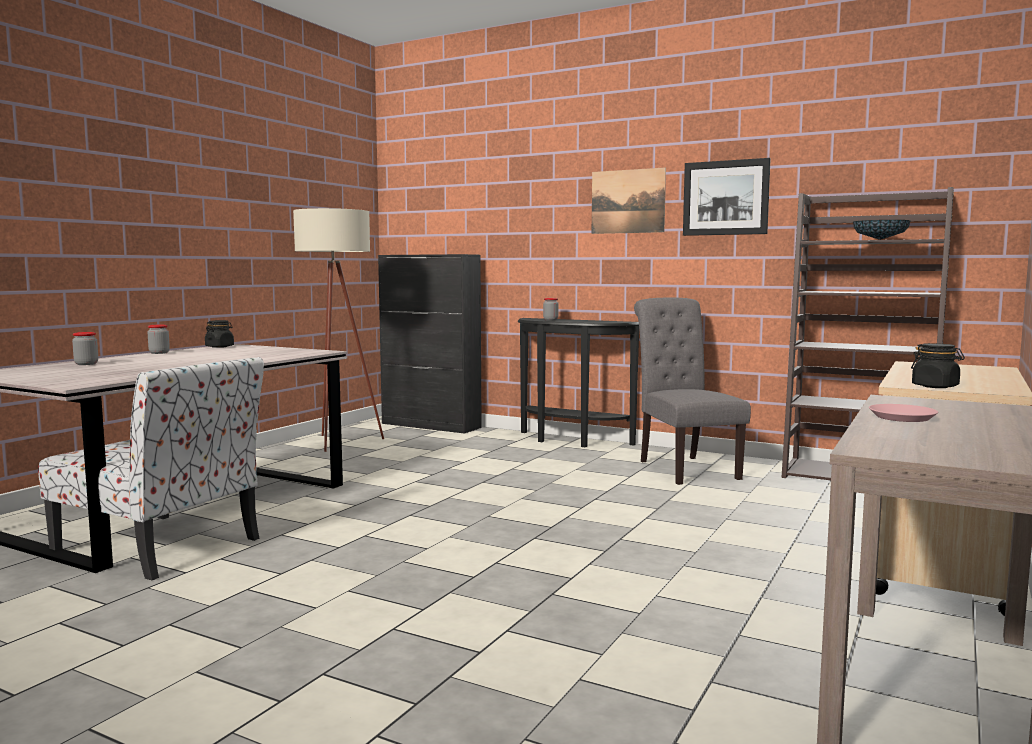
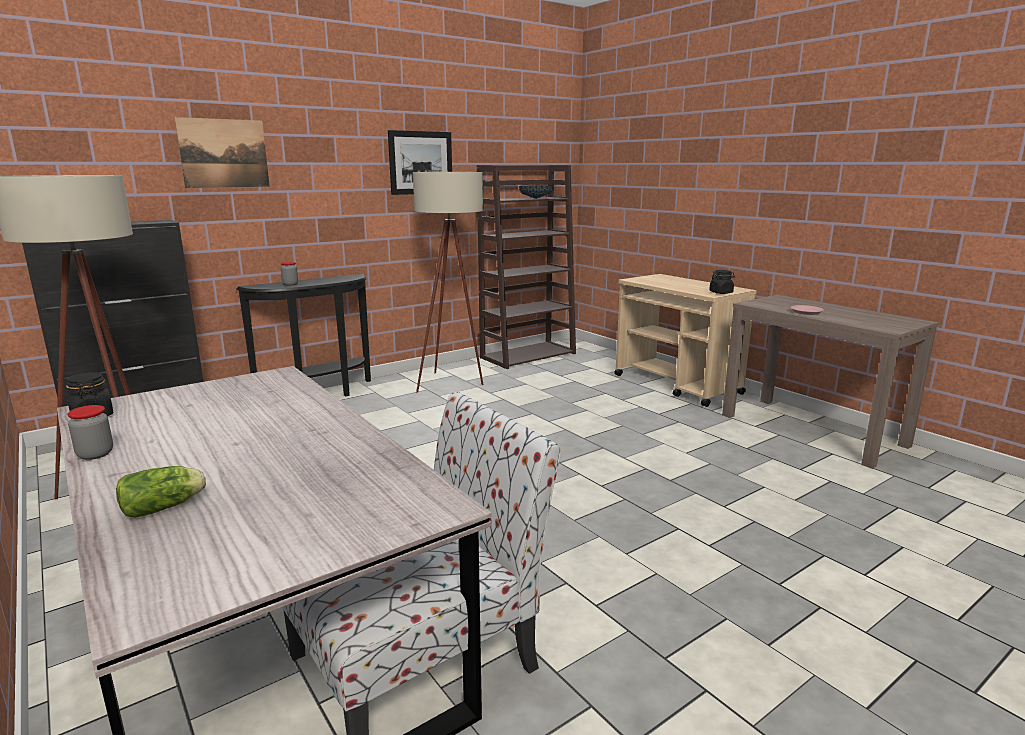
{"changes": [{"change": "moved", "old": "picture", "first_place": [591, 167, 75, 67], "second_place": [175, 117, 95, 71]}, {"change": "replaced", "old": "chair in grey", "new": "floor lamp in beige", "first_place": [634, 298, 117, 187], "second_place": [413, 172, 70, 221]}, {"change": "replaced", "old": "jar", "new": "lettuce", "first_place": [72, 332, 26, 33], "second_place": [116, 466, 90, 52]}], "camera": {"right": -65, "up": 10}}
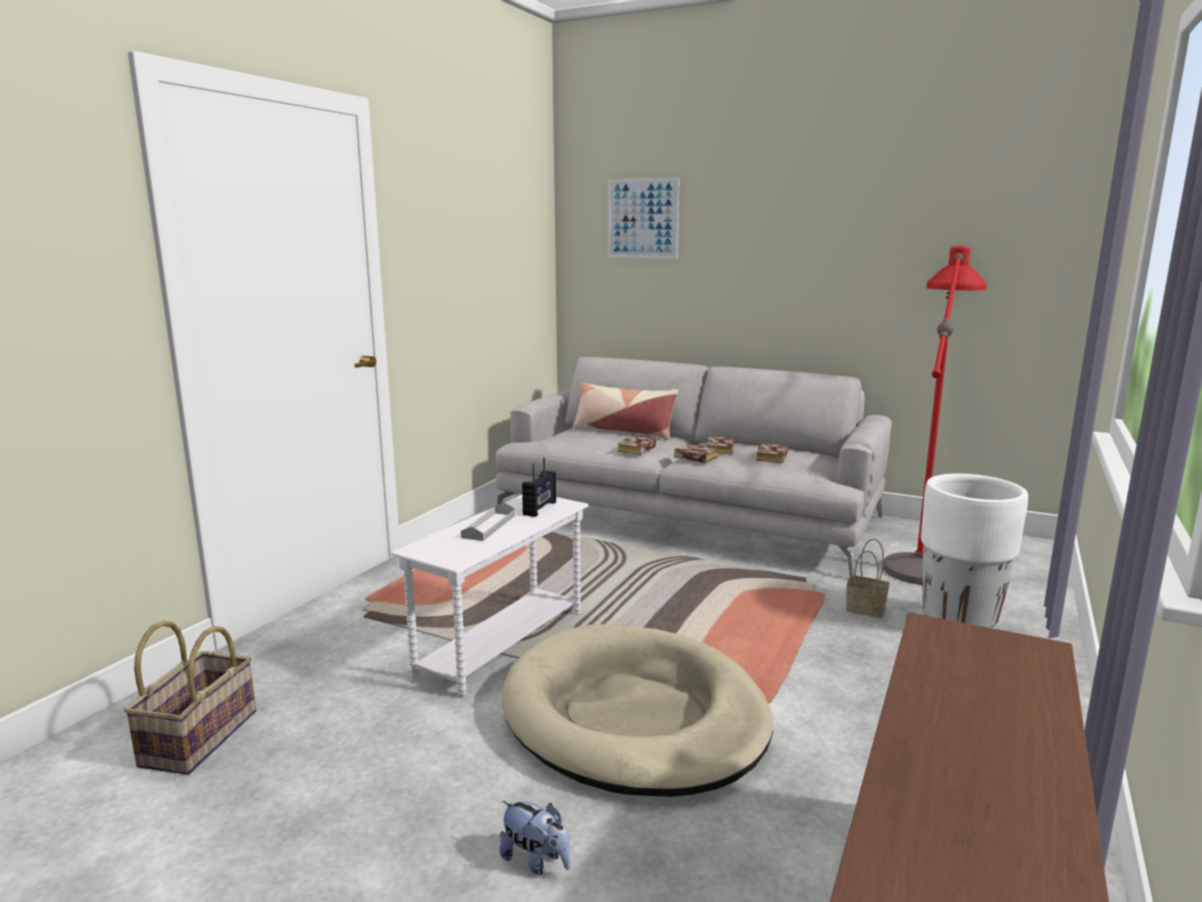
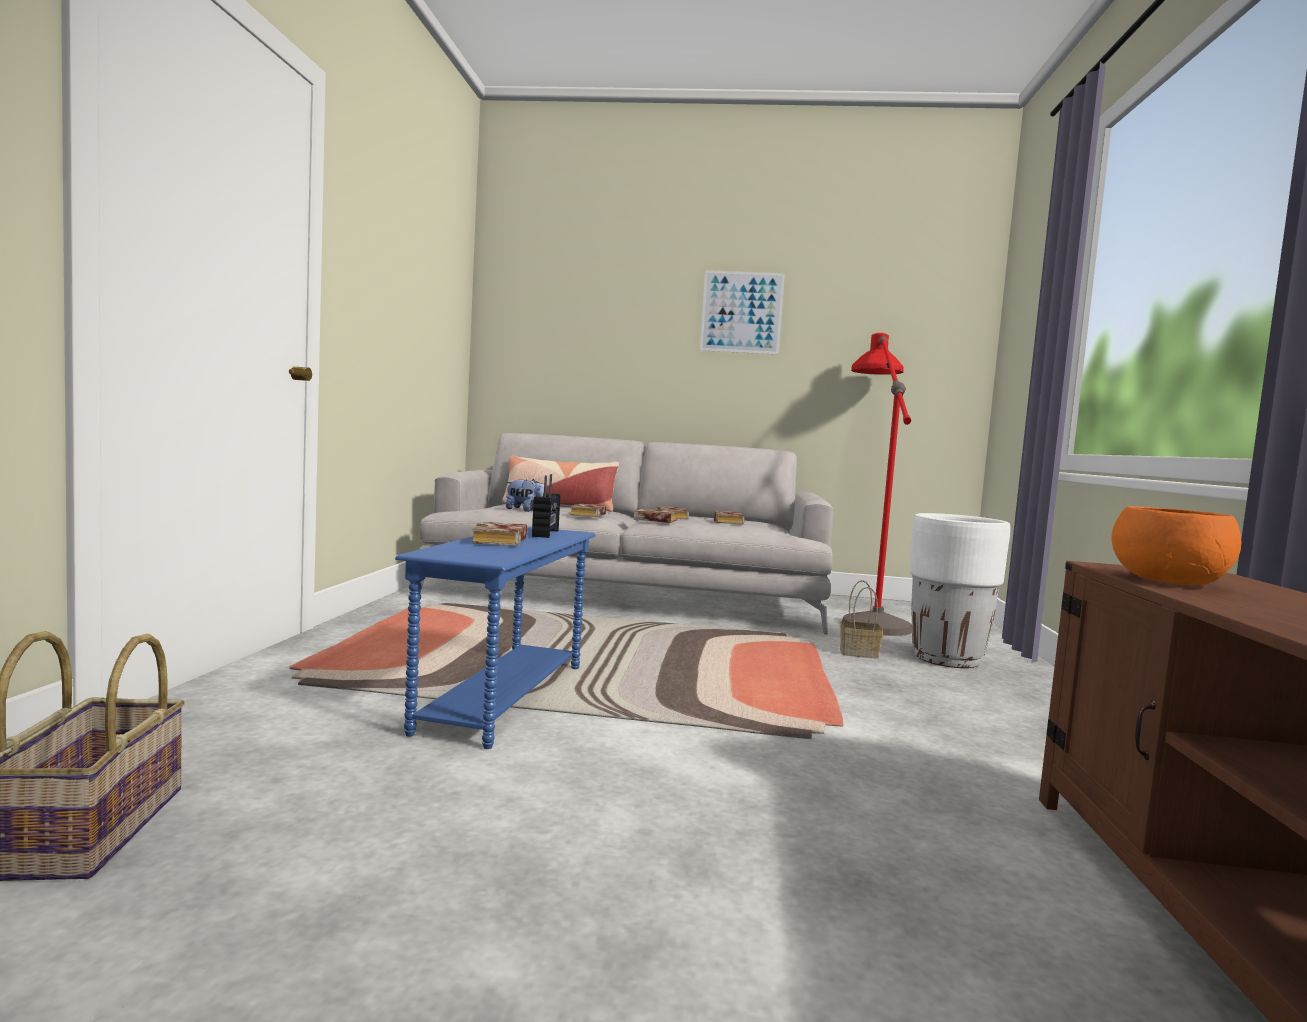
{"changes": [{"change": "moved", "old": "picture", "first_place": [608, 177, 72, 81], "second_place": [700, 270, 85, 84]}, {"change": "recoloured", "old": "side table in white", "new": "side table in blue", "first_place": [391, 495, 198, 202], "second_place": [395, 527, 201, 222]}, {"change": "replaced", "old": "tray in grey", "new": "book", "first_place": [461, 502, 54, 39], "second_place": [472, 522, 56, 24]}, {"change": "removed", "old": "dog bed in beige", "first_place": [502, 624, 271, 173]}, {"change": "moved", "old": "plush toy", "first_place": [499, 801, 72, 74], "second_place": [506, 479, 38, 33]}, {"change": "added", "new": "bowl in orange", "second_place": [1111, 506, 130, 79]}], "camera": {"right": -20, "up": -10}}
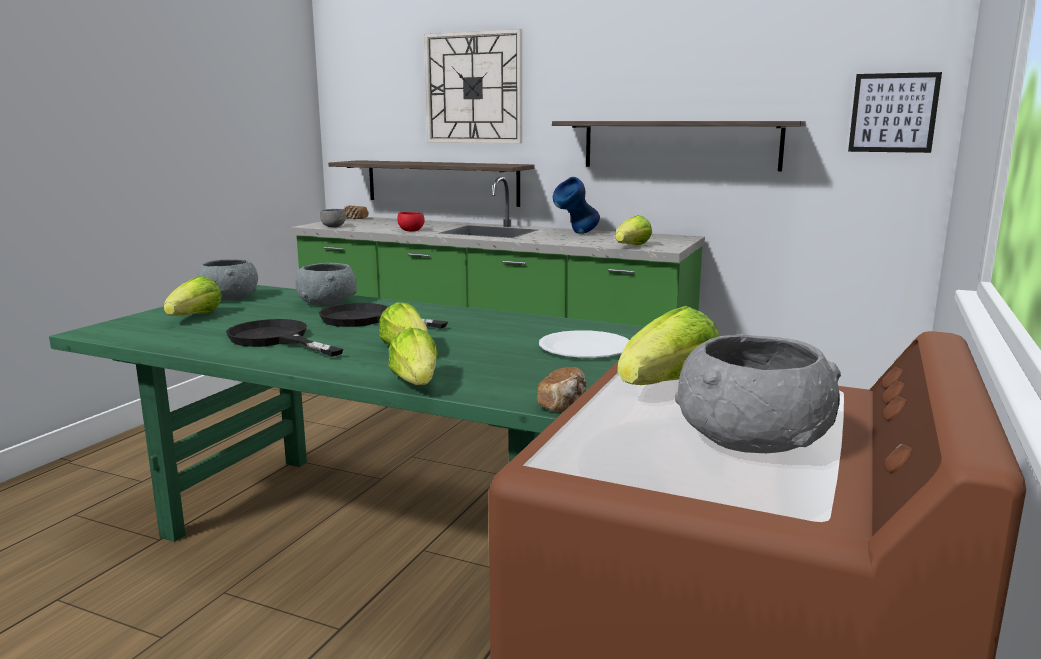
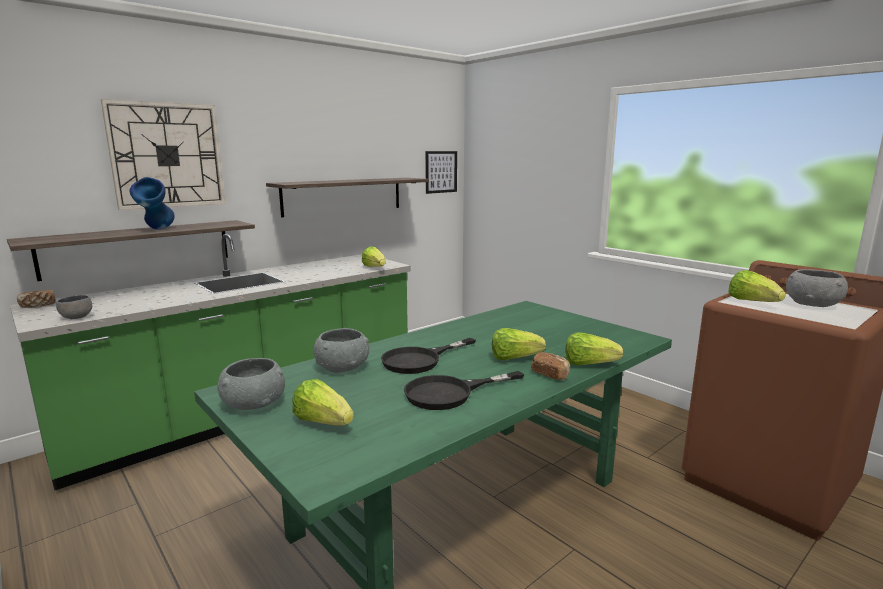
{"changes": [{"change": "moved", "old": "vase in blue", "first_place": [553, 177, 47, 57], "second_place": [129, 177, 46, 52]}, {"change": "removed", "old": "bowl in red", "first_place": [397, 212, 28, 20]}, {"change": "removed", "old": "plate in white", "first_place": [539, 330, 91, 28]}, {"change": "moved", "old": "bread", "first_place": [537, 367, 50, 45], "second_place": [531, 352, 39, 28]}], "camera": {"right": -65, "up": 0}}
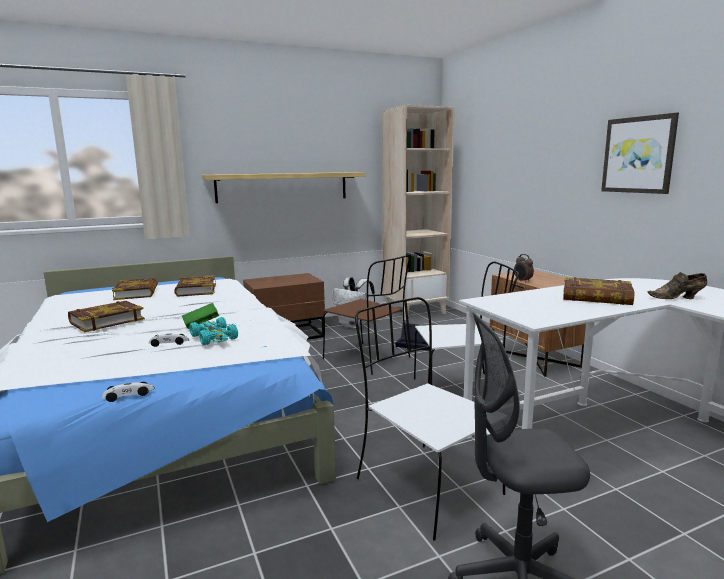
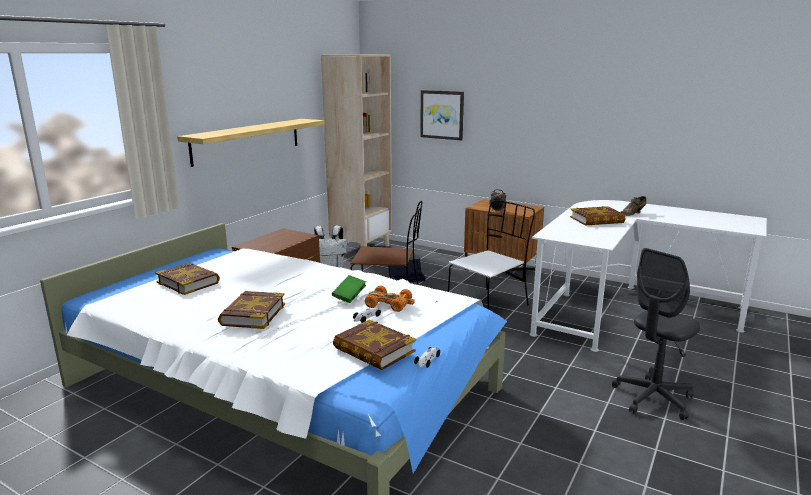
{"changes": [{"change": "moved", "old": "picture", "first_place": [601, 113, 78, 81], "second_place": [420, 90, 44, 50]}, {"change": "moved", "old": "book", "first_place": [174, 275, 42, 22], "second_place": [333, 320, 83, 50]}, {"change": "removed", "old": "chair in white", "first_place": [355, 297, 150, 244]}, {"change": "recoloured", "old": "toy car in turquoise", "new": "toy car in orange", "first_place": [189, 317, 49, 28], "second_place": [365, 286, 50, 26]}], "camera": {"right": -35, "up": 5}}
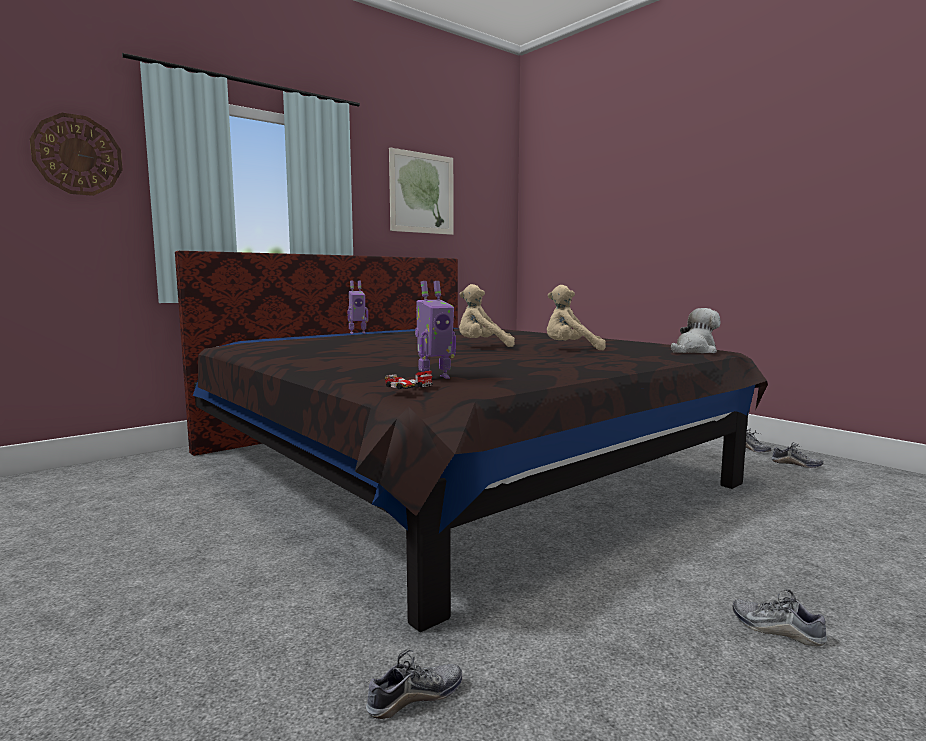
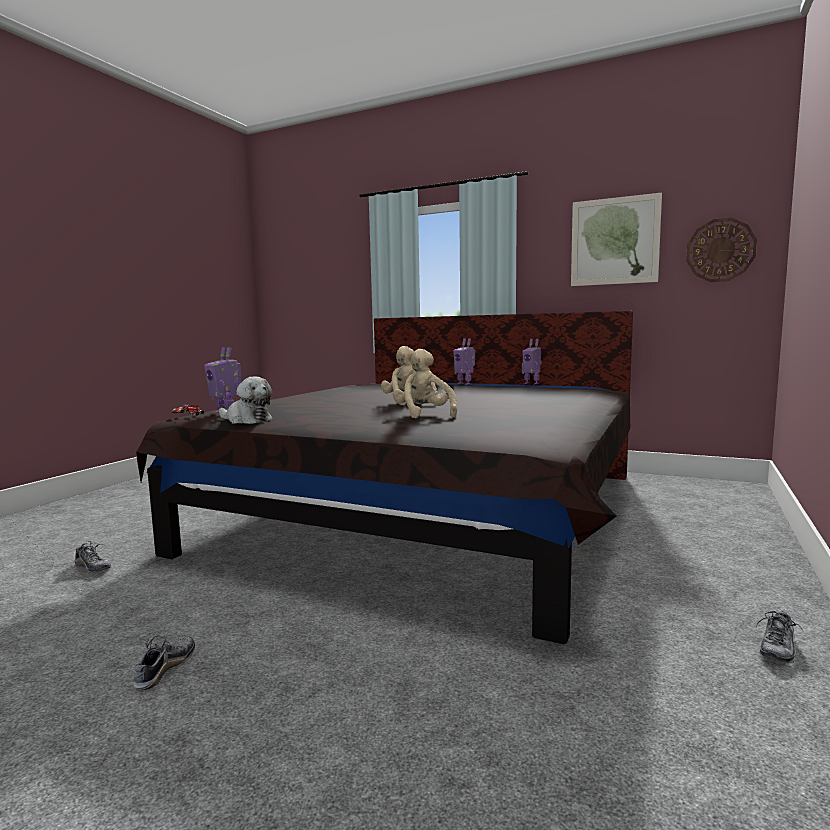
{"changes": [{"change": "moved", "old": "wall clock", "first_place": [30, 113, 93, 83], "second_place": [686, 218, 71, 64]}, {"change": "moved", "old": "plush toy", "first_place": [671, 308, 49, 45], "second_place": [219, 377, 54, 47]}, {"change": "removed", "old": "shoe", "first_place": [771, 442, 52, 26]}, {"change": "added", "new": "toy robot", "second_place": [522, 339, 20, 45]}], "camera": {"right": 65, "up": 0}}
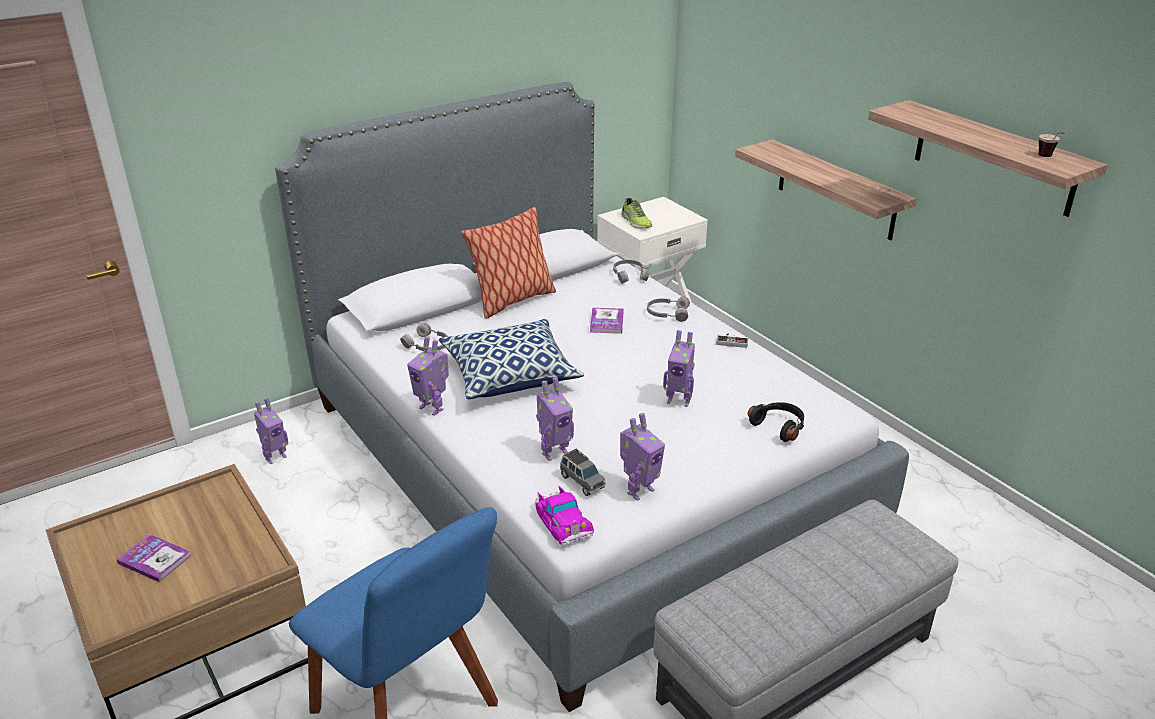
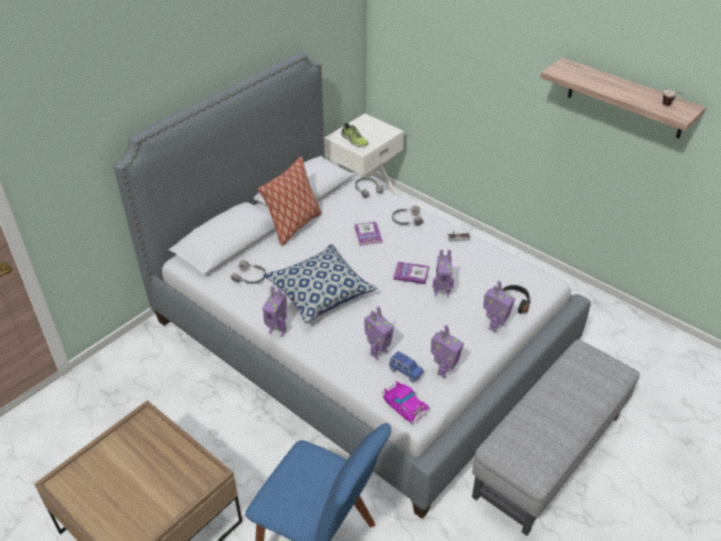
{"changes": [{"change": "removed", "old": "shelf", "first_place": [735, 139, 181, 101]}, {"change": "moved", "old": "toy robot", "first_place": [254, 398, 34, 66], "second_place": [483, 281, 32, 52]}, {"change": "recoloured", "old": "toy car in grey", "new": "toy car in blue", "first_place": [560, 449, 46, 47], "second_place": [389, 351, 34, 32]}, {"change": "moved", "old": "book", "first_place": [117, 534, 75, 48], "second_place": [393, 262, 36, 22]}], "camera": {"right": -15, "up": 10}}
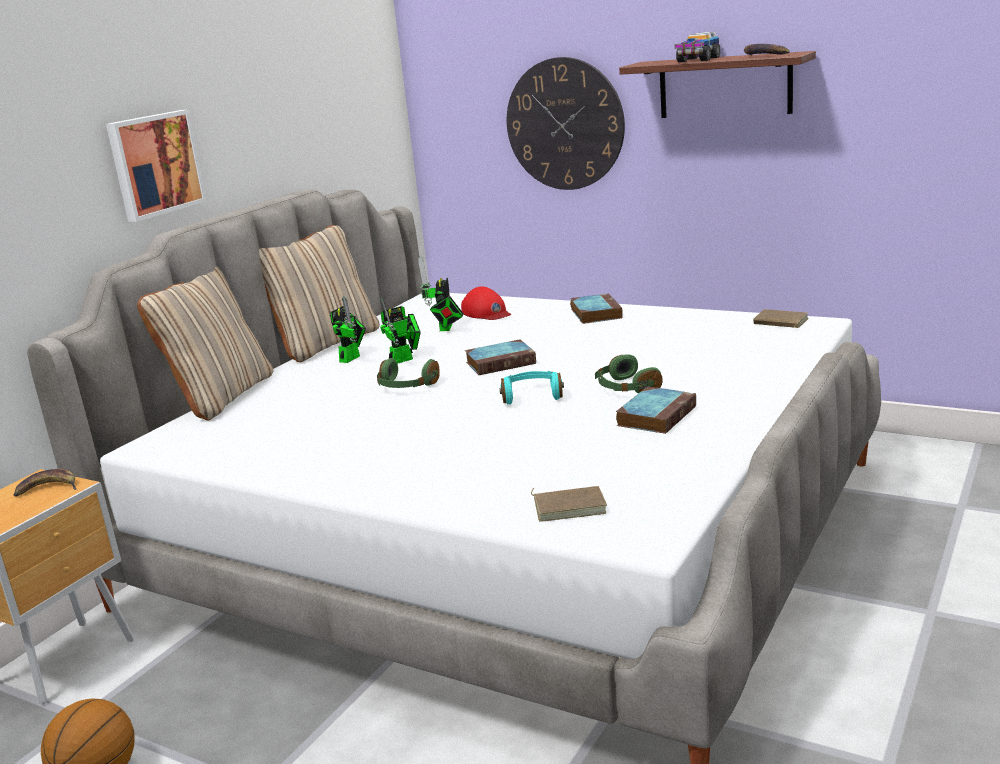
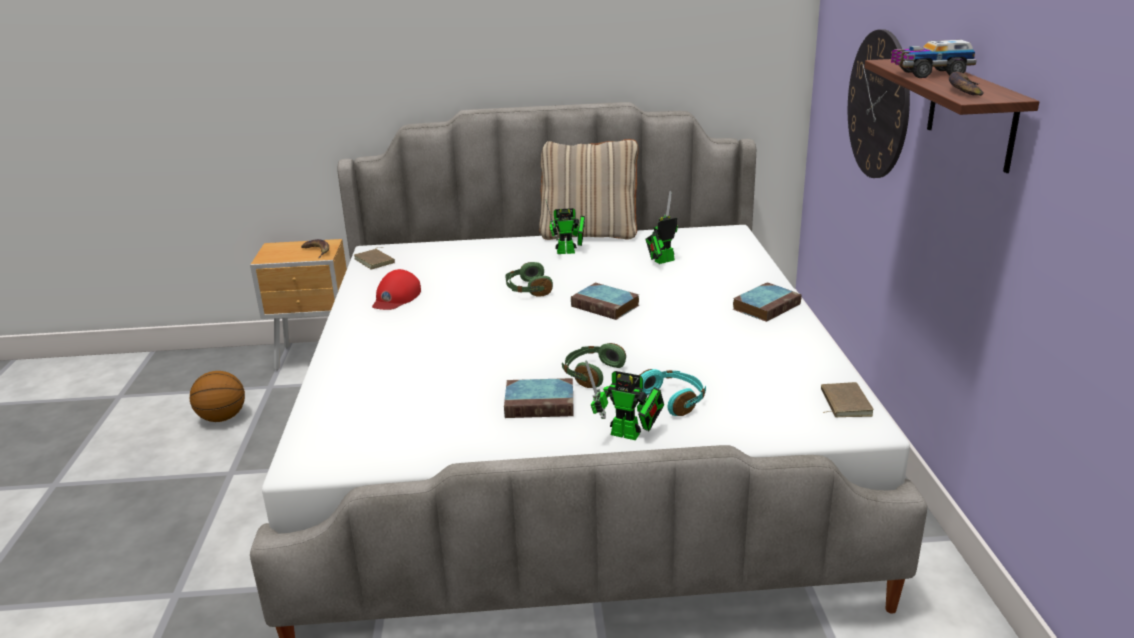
{"changes": [{"change": "removed", "old": "picture", "first_place": [106, 110, 101, 112]}, {"change": "removed", "old": "pillow in beige", "first_place": [137, 266, 136, 154]}, {"change": "moved", "old": "cap in red", "first_place": [461, 287, 50, 33], "second_place": [372, 269, 49, 41]}, {"change": "moved", "old": "toy robot", "first_place": [380, 298, 41, 66], "second_place": [585, 360, 79, 80]}, {"change": "moved", "old": "headphones in turquoise", "first_place": [500, 371, 64, 34], "second_place": [640, 369, 66, 47]}, {"change": "moved", "old": "book in brown", "first_place": [531, 486, 76, 36], "second_place": [354, 247, 41, 23]}], "camera": {"right": 55, "up": 5}}
